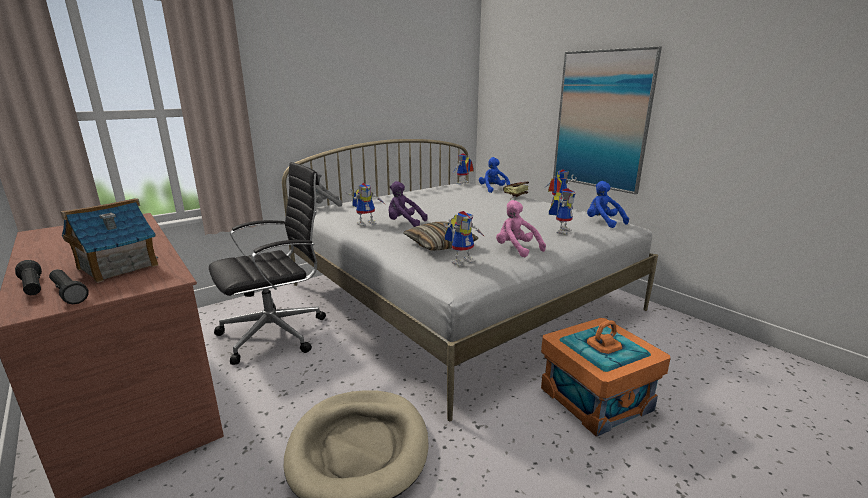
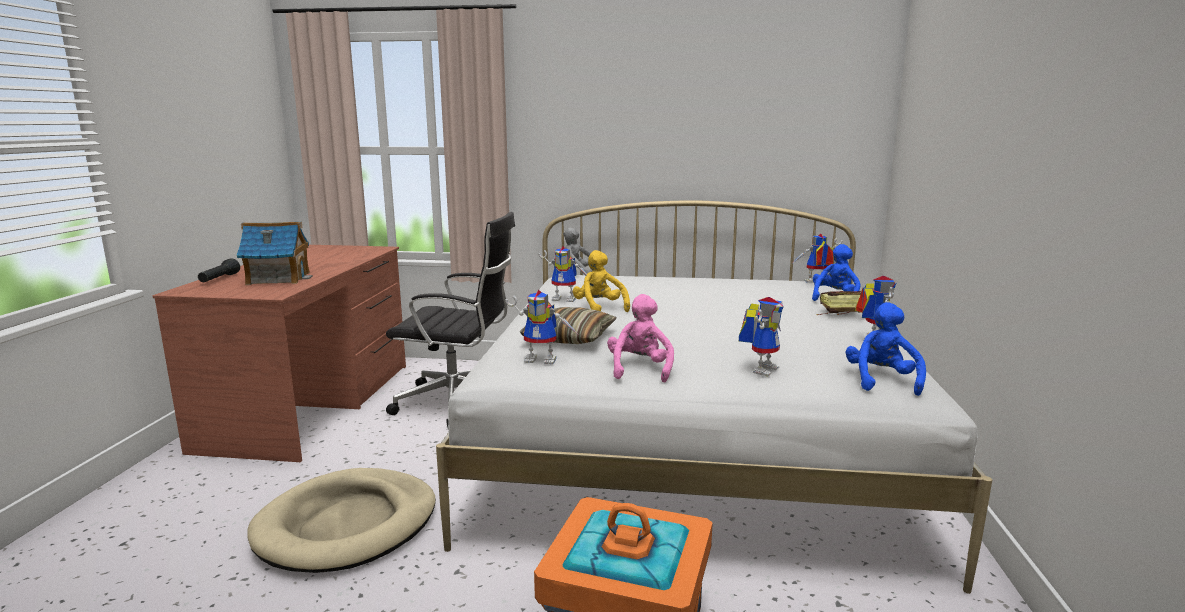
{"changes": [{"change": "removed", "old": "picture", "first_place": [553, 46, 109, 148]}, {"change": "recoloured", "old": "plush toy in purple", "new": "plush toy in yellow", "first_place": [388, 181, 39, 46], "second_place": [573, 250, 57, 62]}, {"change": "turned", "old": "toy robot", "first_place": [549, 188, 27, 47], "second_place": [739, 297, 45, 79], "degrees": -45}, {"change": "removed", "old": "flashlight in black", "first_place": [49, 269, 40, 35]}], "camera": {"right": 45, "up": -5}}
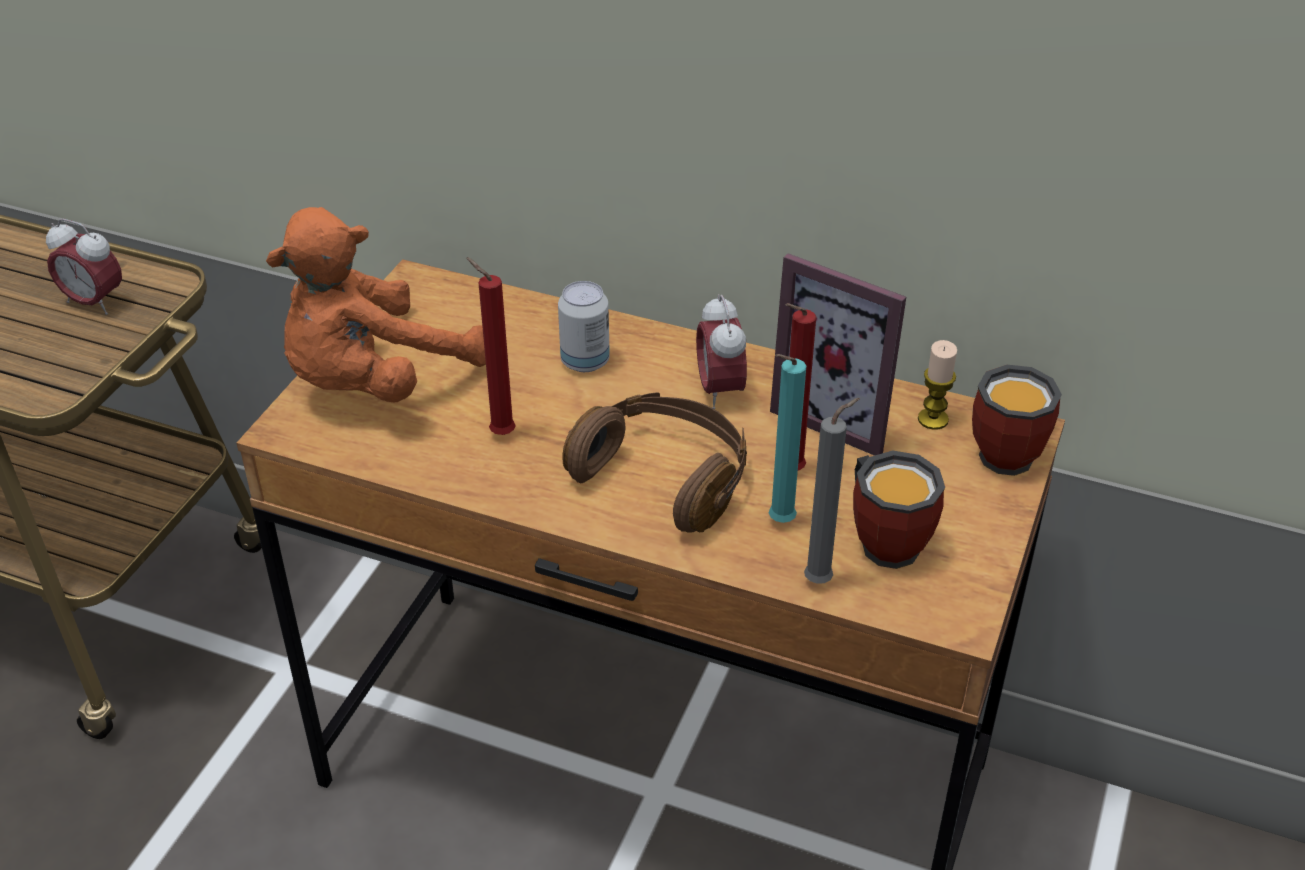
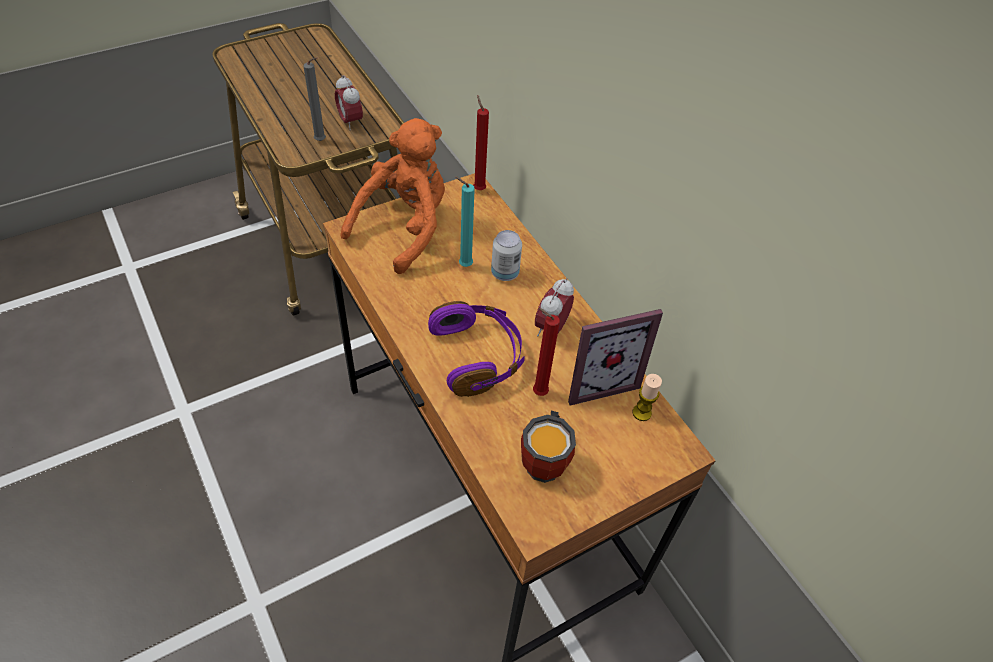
{"changes": [{"change": "turned", "old": "plush toy in orange", "first_place": [266, 207, 220, 195], "second_place": [340, 118, 105, 156], "degrees": 135}, {"change": "turned", "old": "picture frame", "first_place": [770, 253, 136, 203], "second_place": [568, 309, 95, 97], "degrees": -90}, {"change": "moved", "old": "candle in red", "first_place": [466, 257, 50, 178], "second_place": [473, 95, 16, 95]}, {"change": "moved", "old": "candle in turquoise", "first_place": [769, 354, 37, 169], "second_place": [455, 176, 20, 91]}, {"change": "removed", "old": "mug", "first_place": [972, 365, 90, 111]}, {"change": "recoloured", "old": "headphones in brown", "new": "headphones in purple", "first_place": [562, 392, 185, 140], "second_place": [428, 301, 97, 96]}, {"change": "moved", "old": "candle in grey", "first_place": [804, 398, 56, 186], "second_place": [303, 57, 23, 84]}], "camera": {"right": 35, "up": 10}}
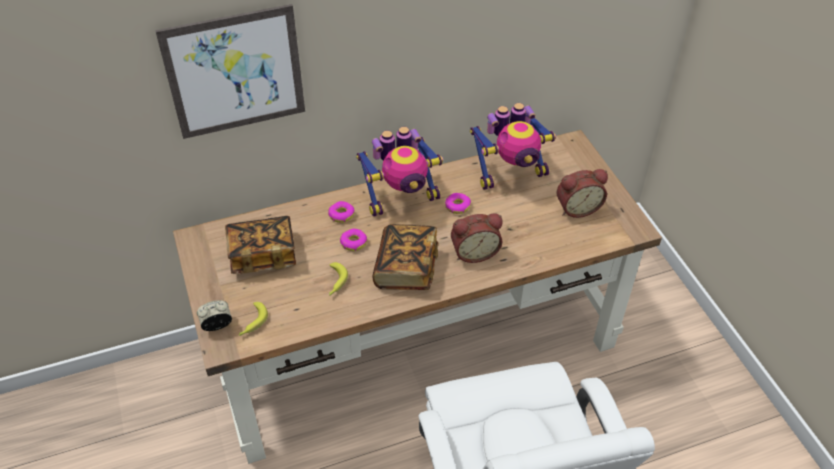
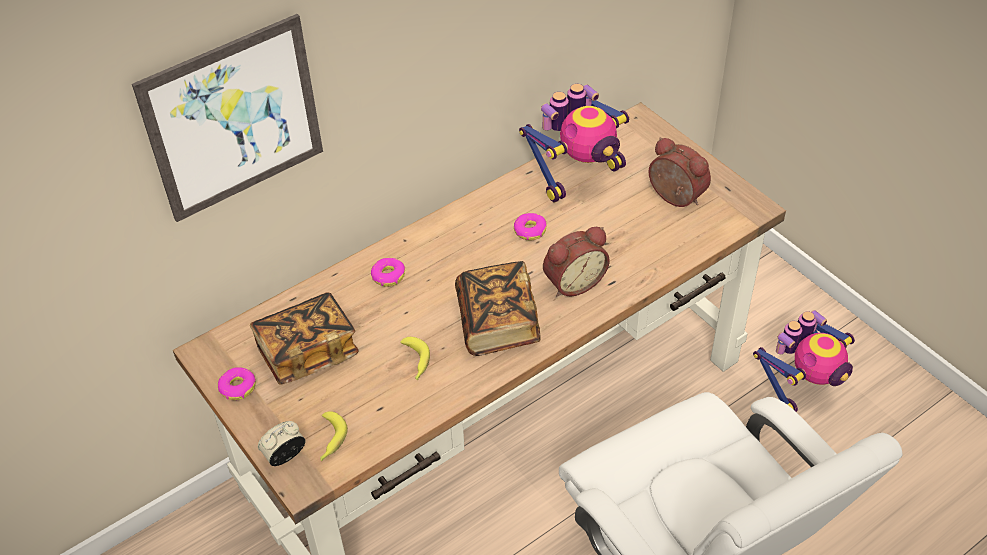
{"changes": [{"change": "moved", "old": "toy robot", "first_place": [356, 127, 87, 90], "second_place": [753, 310, 102, 102]}, {"change": "turned", "old": "alarm clock", "first_place": [556, 169, 52, 49], "second_place": [649, 137, 62, 70], "degrees": -105}, {"change": "moved", "old": "donut", "first_place": [340, 229, 27, 22], "second_place": [218, 367, 38, 33]}], "camera": {"right": -15, "up": 0}}
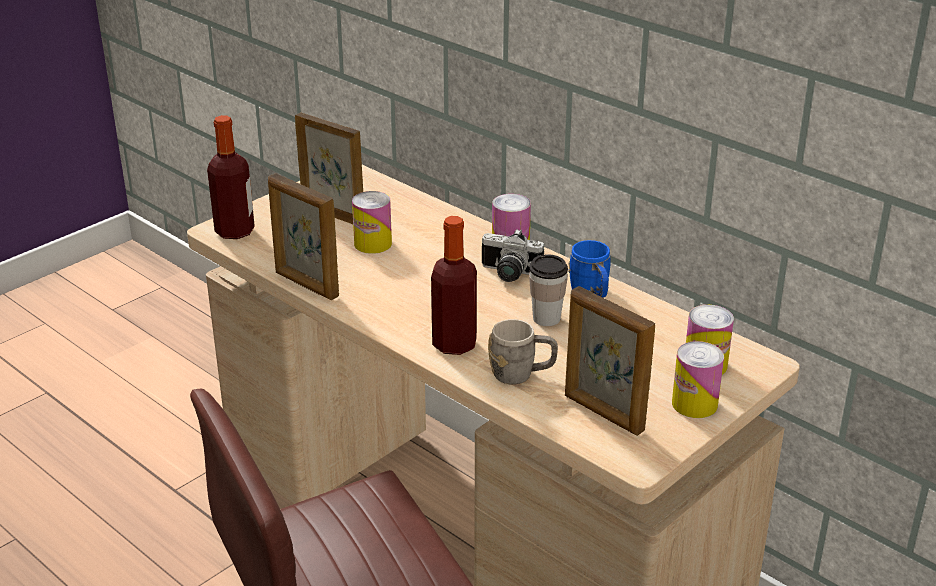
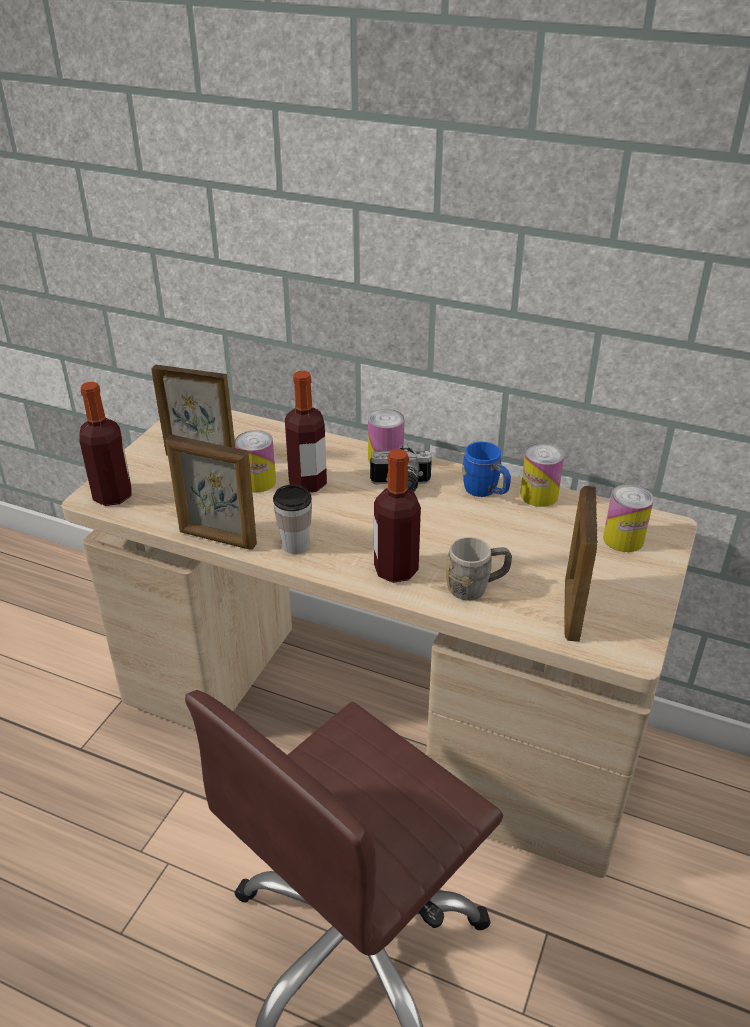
{"changes": [{"change": "moved", "old": "cup", "first_place": [529, 254, 39, 72], "second_place": [273, 484, 39, 70]}, {"change": "turned", "old": "picture frame", "first_place": [565, 286, 90, 150], "second_place": [564, 486, 34, 156], "degrees": 75}, {"change": "moved", "old": "can", "first_place": [672, 341, 52, 77], "second_place": [520, 443, 44, 64]}, {"change": "added", "new": "bottle", "second_place": [285, 371, 42, 121]}], "camera": {"right": -20, "up": 5}}
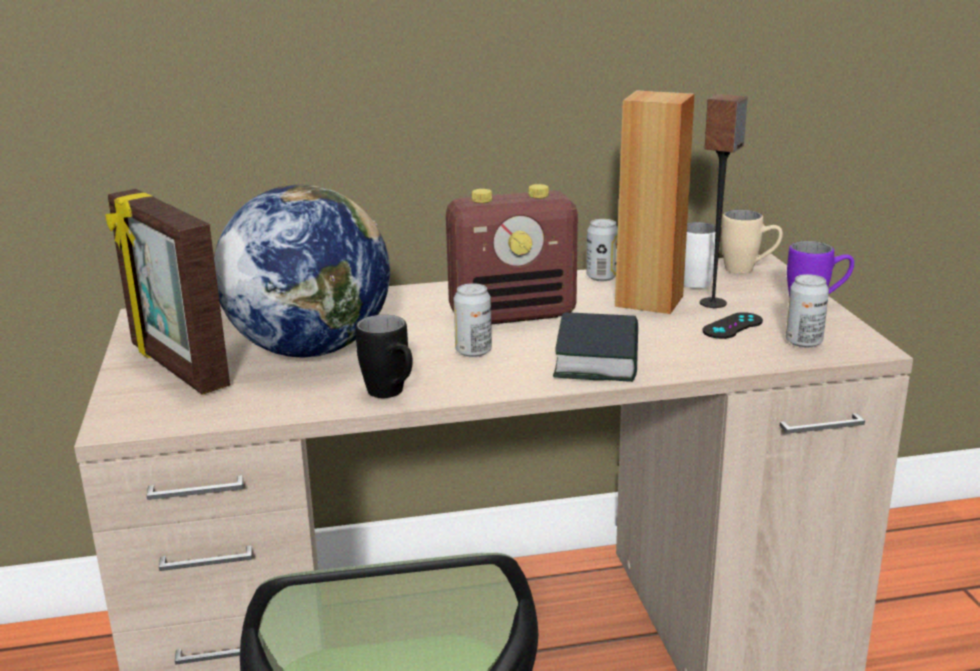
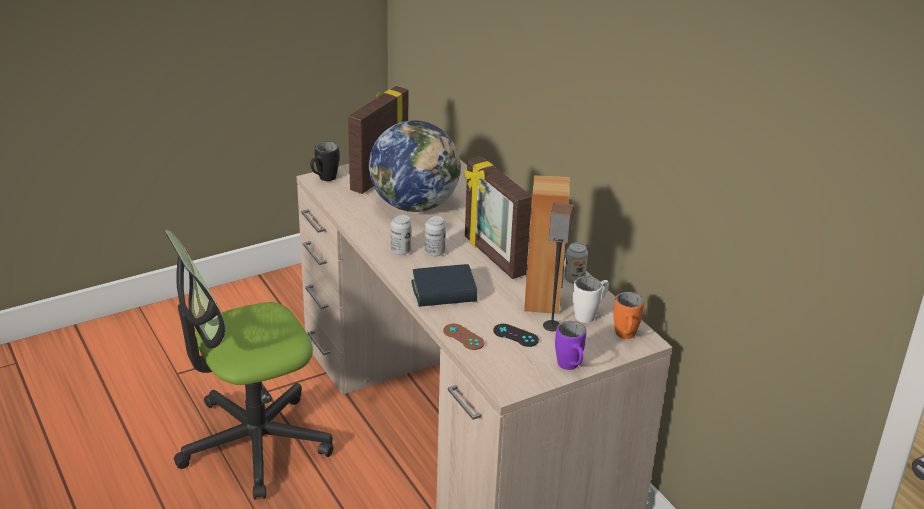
{"changes": [{"change": "replaced", "old": "radio", "new": "picture frame", "first_place": [446, 184, 132, 140], "second_place": [464, 156, 68, 123]}, {"change": "recoloured", "old": "mug in beige", "new": "mug in orange", "first_place": [721, 210, 62, 64], "second_place": [613, 292, 31, 47]}, {"change": "moved", "old": "can", "first_place": [786, 274, 43, 74], "second_place": [391, 214, 21, 41]}, {"change": "moved", "old": "mug in black", "first_place": [355, 315, 58, 83], "second_place": [310, 142, 29, 39]}, {"change": "added", "new": "game controller in brown", "second_place": [443, 324, 41, 26]}], "camera": {"right": 70, "up": 10}}
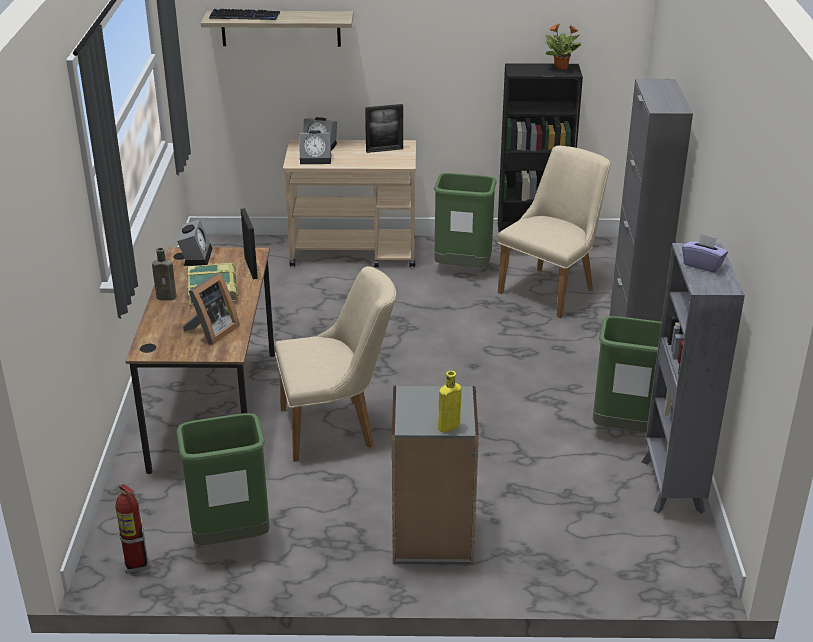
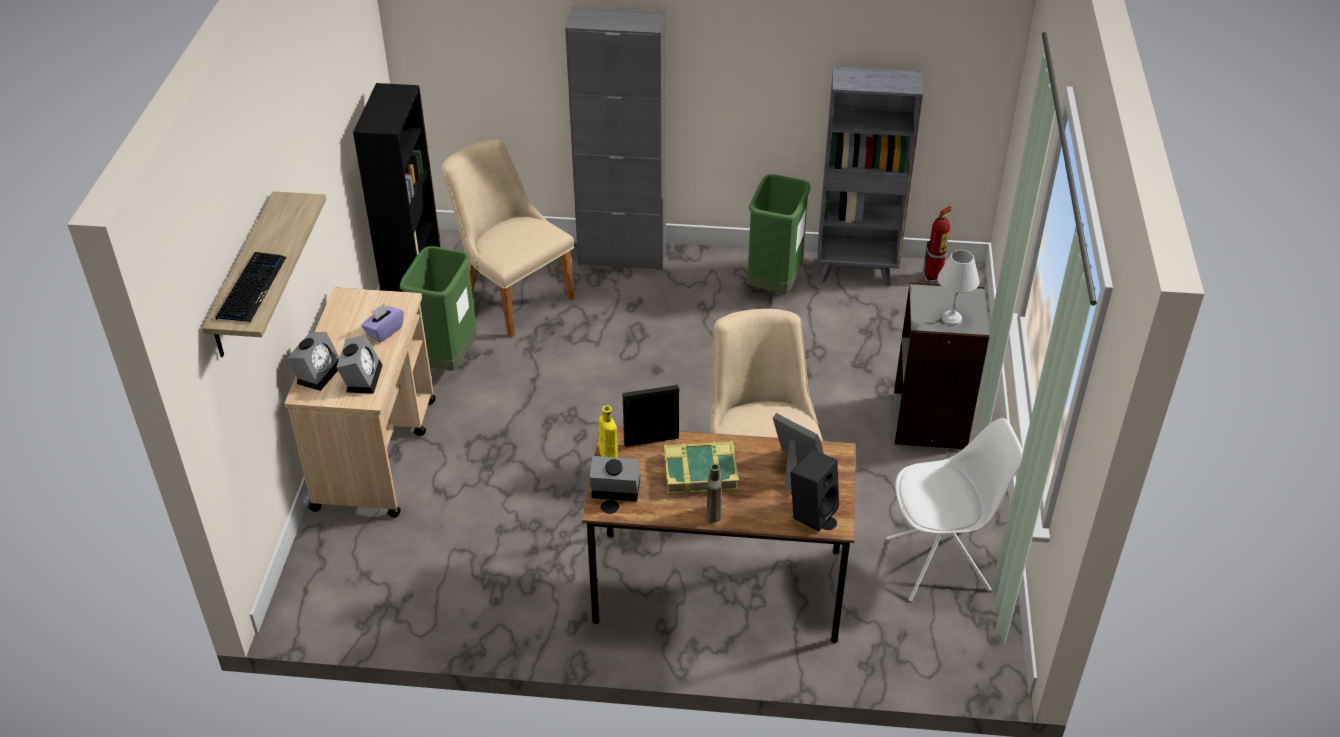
{"changes": [{"change": "removed", "old": "potted plant", "first_place": [545, 24, 37, 46]}, {"change": "removed", "old": "picture frame", "first_place": [365, 104, 38, 49]}, {"change": "moved", "old": "tissue box in purple", "first_place": [682, 234, 46, 39], "second_place": [361, 304, 43, 38]}, {"change": "moved", "old": "bottle in yellow", "first_place": [438, 371, 24, 62], "second_place": [598, 405, 20, 53]}, {"change": "replaced", "old": "trash can in green", "new": "chair in white", "first_place": [176, 413, 94, 132], "second_place": [886, 418, 137, 184]}, {"change": "moved", "old": "fire extinguisher", "first_place": [115, 484, 34, 89], "second_place": [922, 206, 30, 78]}, {"change": "added", "new": "table lamp in white", "second_place": [938, 250, 42, 76]}, {"change": "added", "new": "speaker in black", "second_place": [790, 450, 49, 81]}], "camera": {"right": -85, "up": 10}}
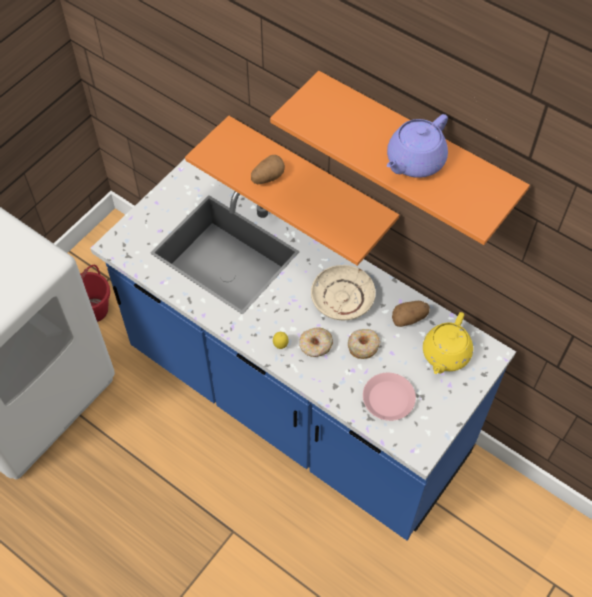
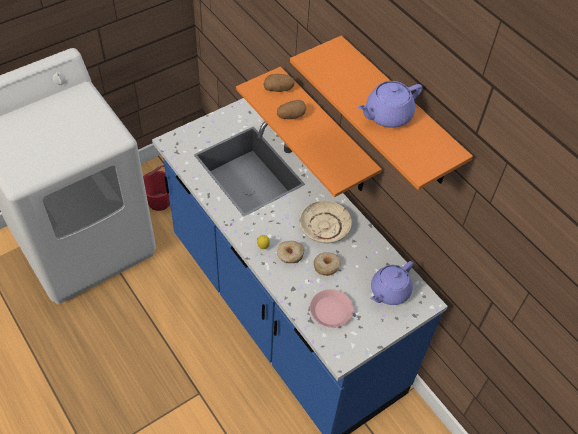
{"changes": [{"change": "moved", "old": "potato", "first_place": [392, 301, 38, 26], "second_place": [263, 74, 32, 18]}, {"change": "recoloured", "old": "teapot in yellow", "new": "teapot in purple", "first_place": [423, 312, 50, 62], "second_place": [371, 261, 42, 44]}], "camera": {"right": 15, "up": -5}}
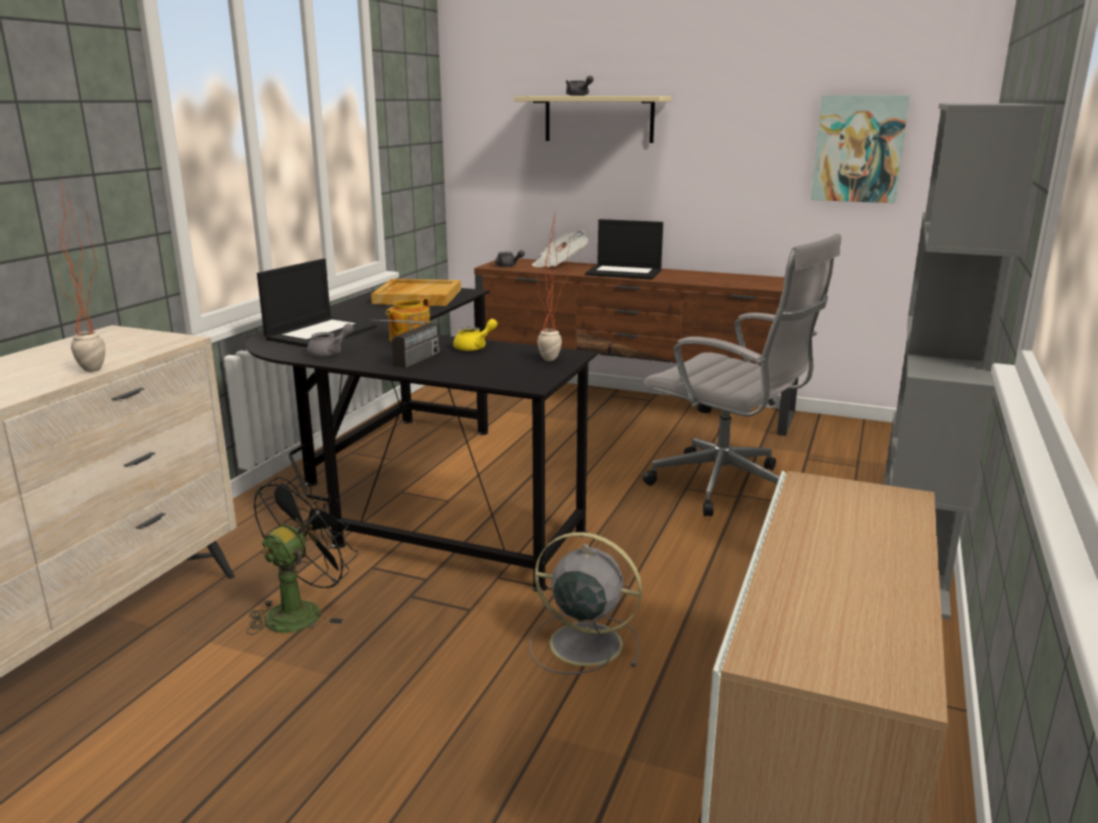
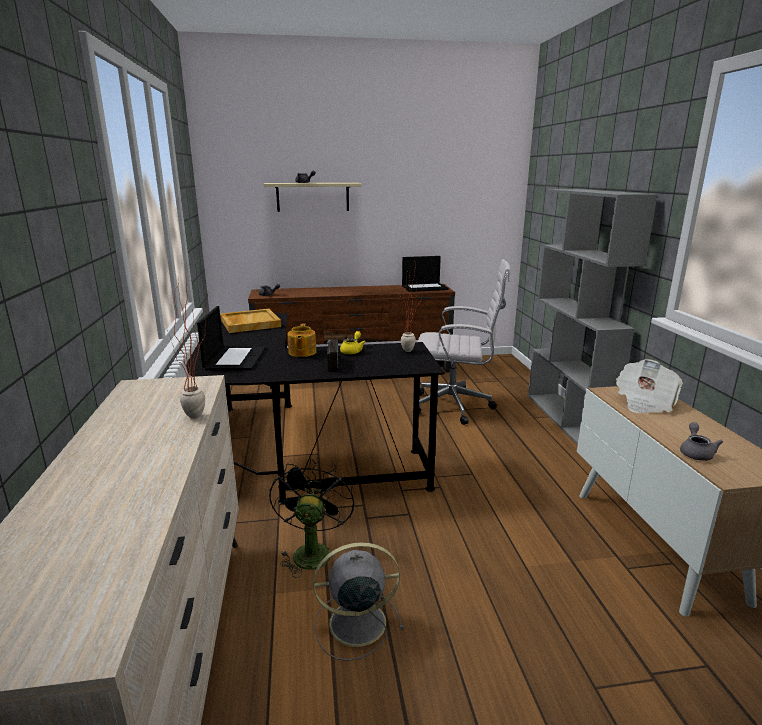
{"changes": [{"change": "removed", "old": "picture", "first_place": [811, 95, 99, 108]}, {"change": "moved", "old": "laptop", "first_place": [585, 219, 78, 61], "second_place": [402, 256, 47, 36]}, {"change": "moved", "old": "newspaper", "first_place": [532, 230, 57, 37], "second_place": [615, 359, 68, 54]}, {"change": "moved", "old": "teapot in grey", "first_place": [307, 323, 47, 34], "second_place": [680, 422, 43, 39]}, {"change": "moved", "old": "fan in grey", "first_place": [530, 532, 112, 142], "second_place": [313, 542, 91, 119]}], "camera": {"right": -30, "up": 0}}
